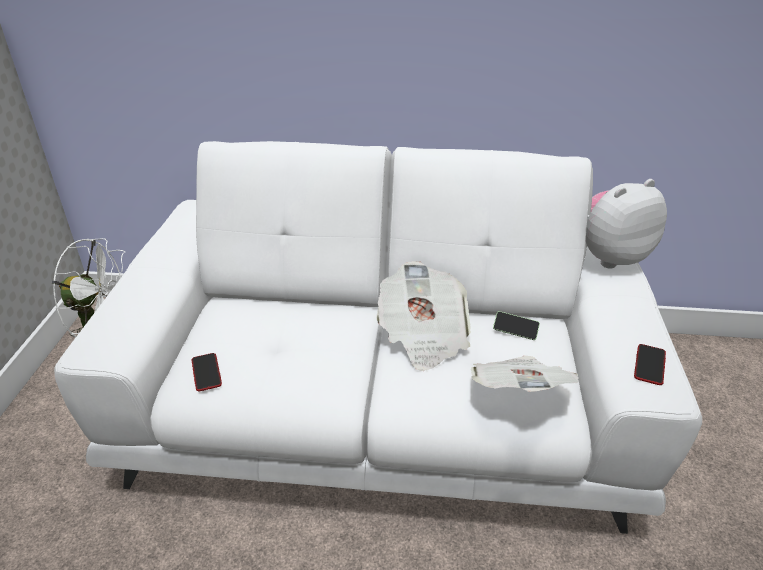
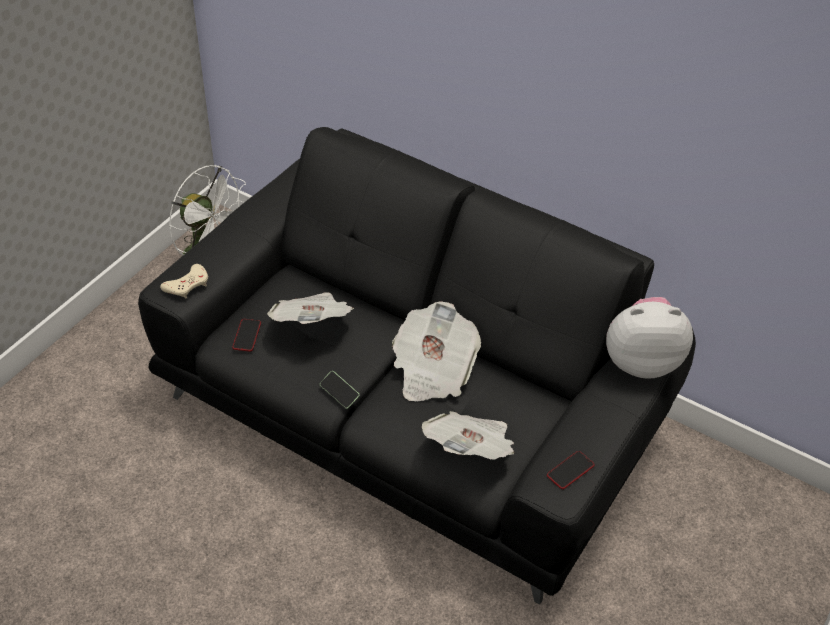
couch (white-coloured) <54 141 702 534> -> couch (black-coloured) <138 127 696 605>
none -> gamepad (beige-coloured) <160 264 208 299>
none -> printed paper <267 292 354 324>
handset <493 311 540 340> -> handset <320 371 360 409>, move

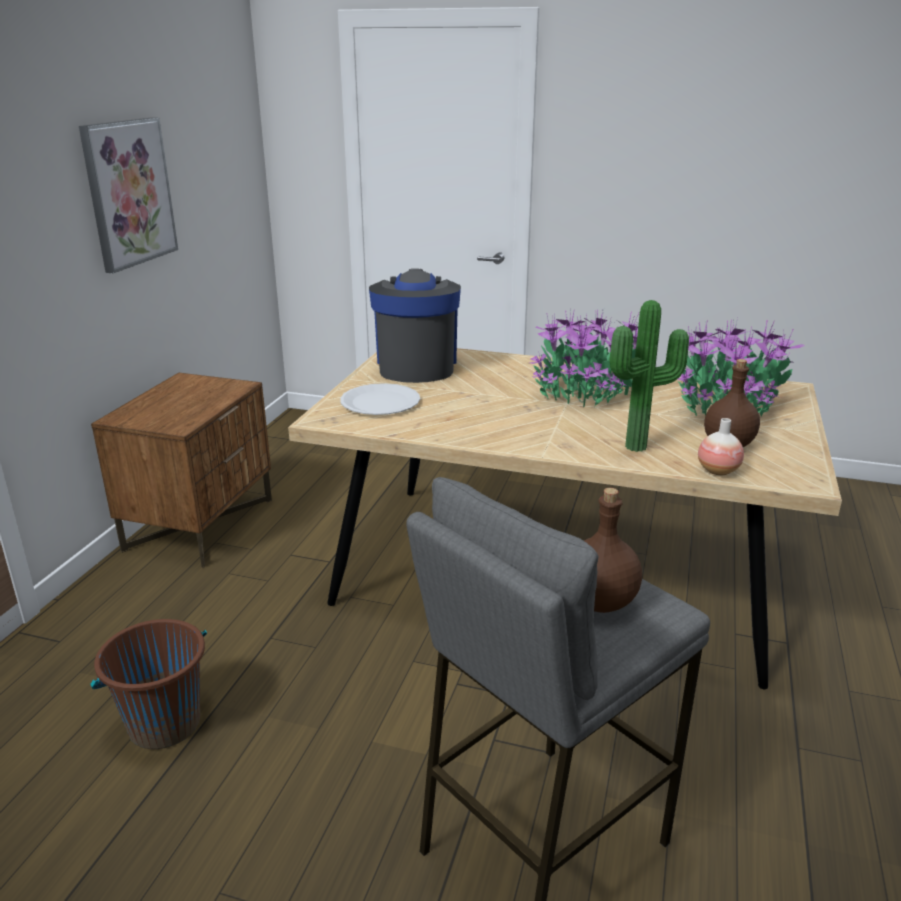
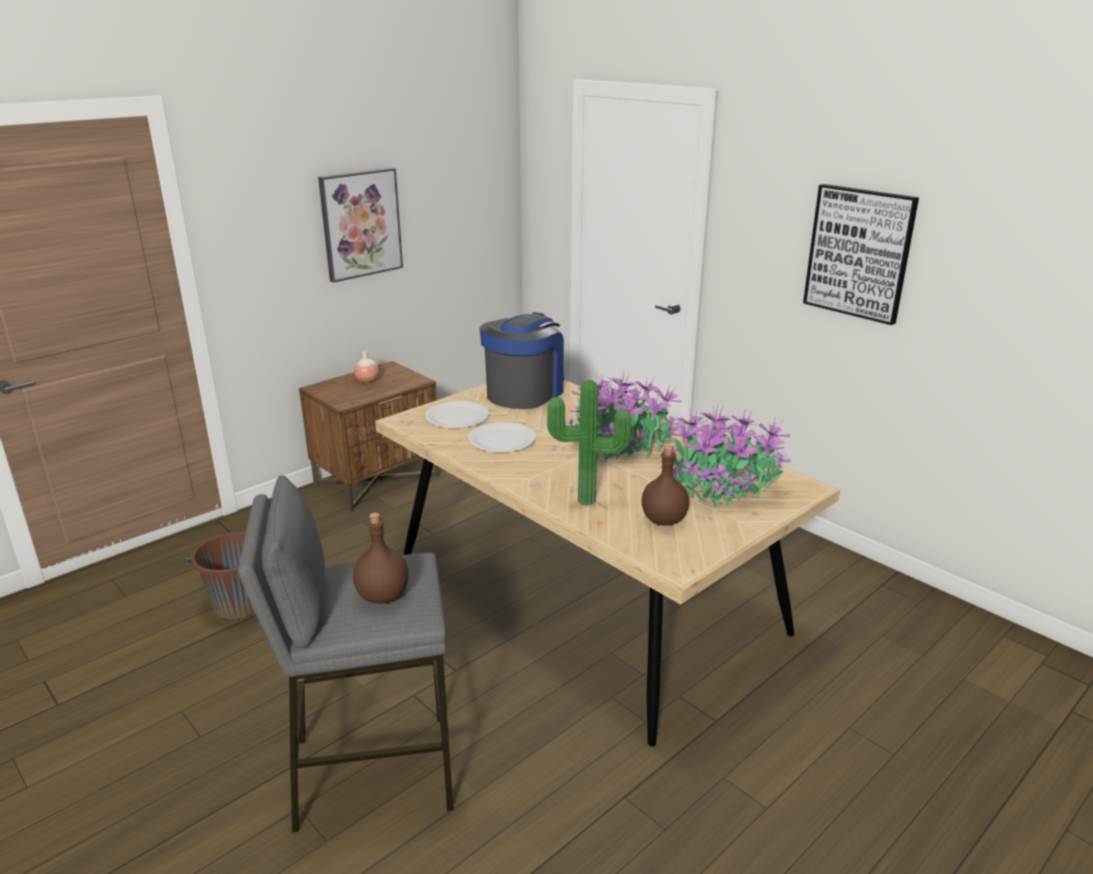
flower vase <698 418 744 475> -> flower vase <354 351 379 383>, move
none -> plate (white-coloured) <468 422 536 452>
none -> picture <803 184 919 325>

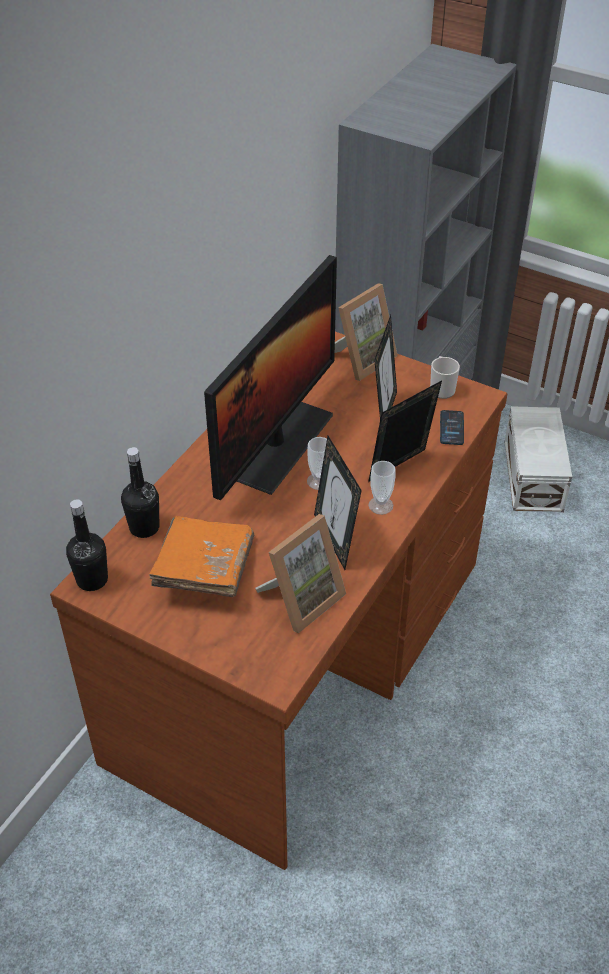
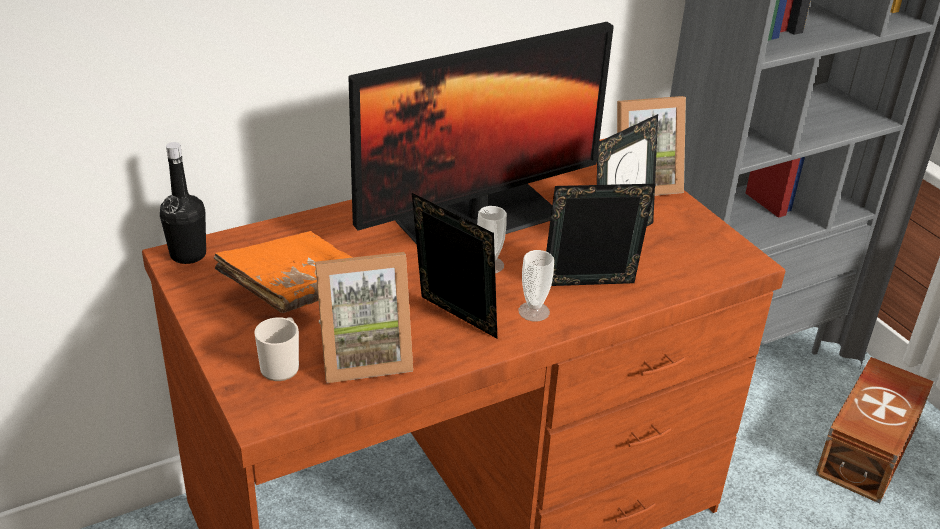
mug <430 356 460 399> -> mug <254 317 299 381>, move
photo frame <314 436 362 570> -> photo frame <412 193 497 338>, 120 degrees clockwise
storage box (white-coloured) <505 406 572 512> -> storage box (brown) <815 357 934 504>
bottle (black-coloured) <121 447 159 538> -> none
handset <440 410 464 445> -> none

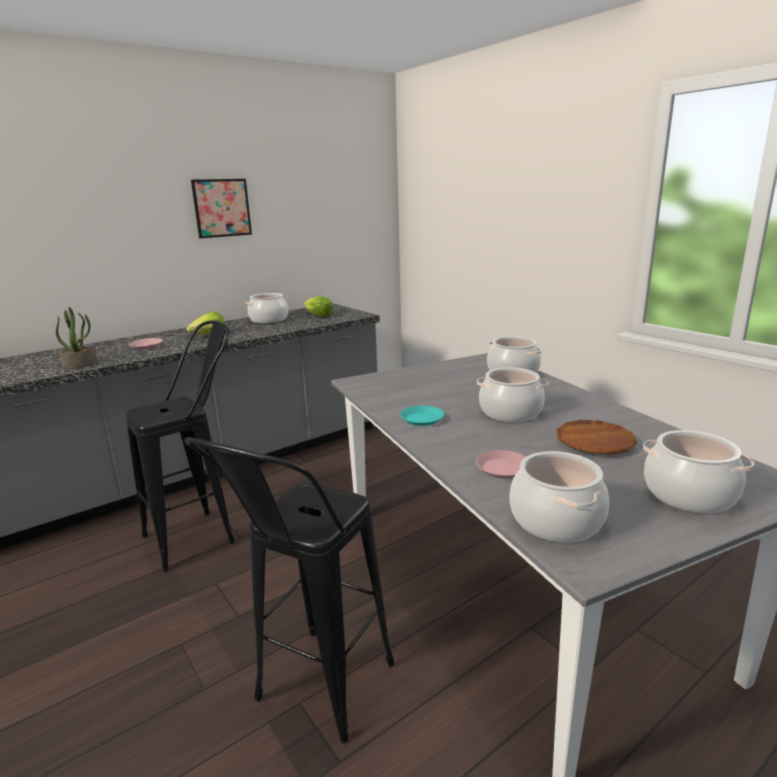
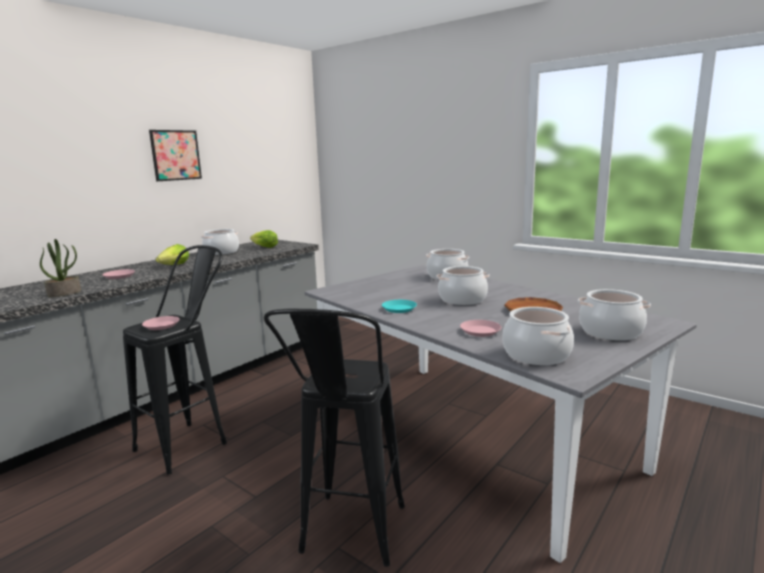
none -> plate (pinkish) <142 316 179 330>

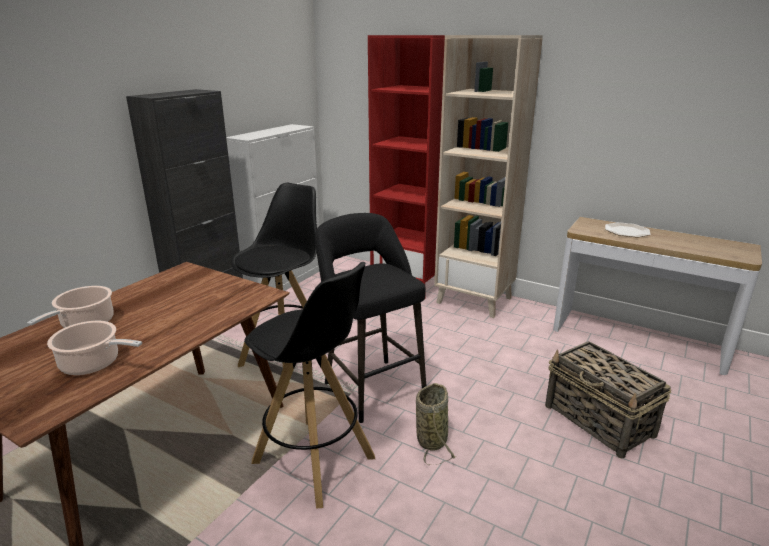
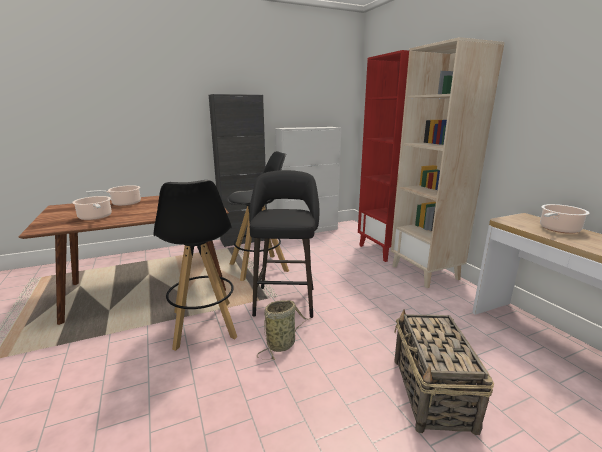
plate <605 222 651 237> -> cooking pot <540 204 590 234>

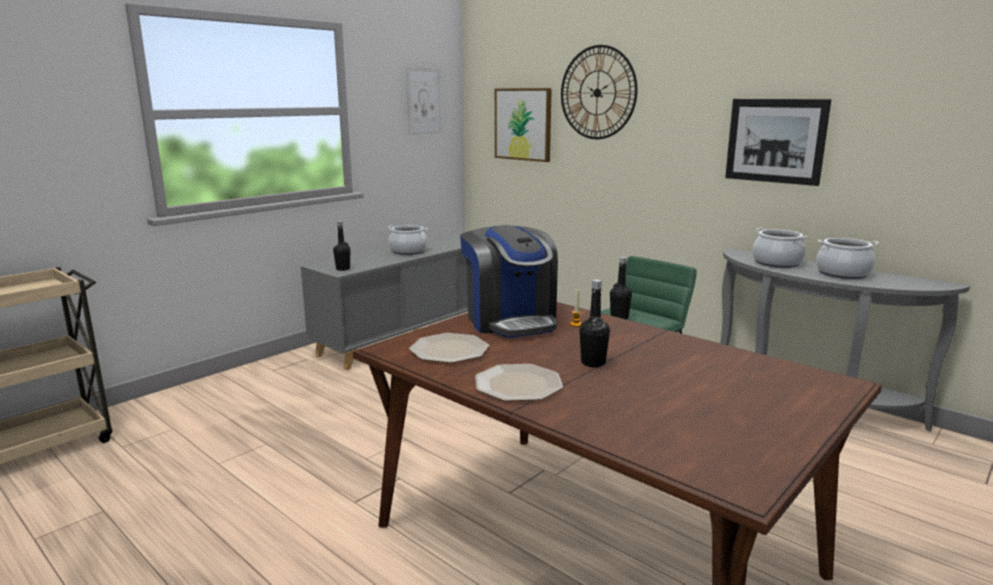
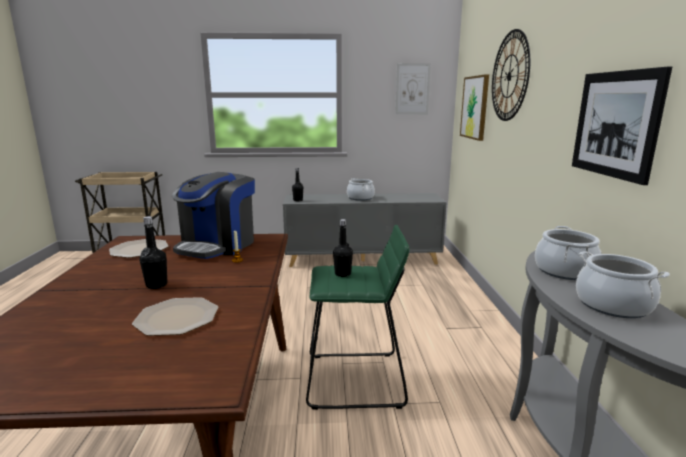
plate <475 364 563 401> -> plate <132 297 218 336>, move

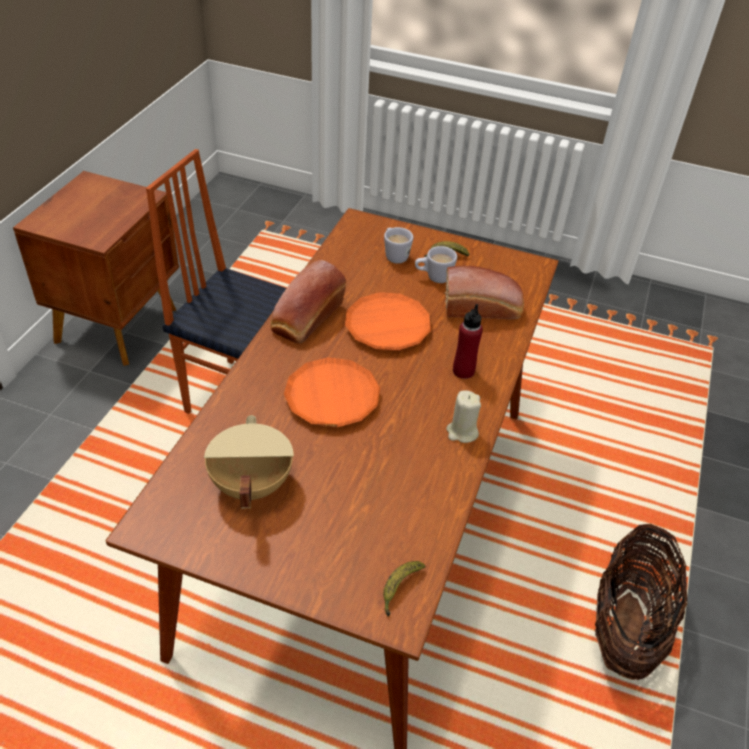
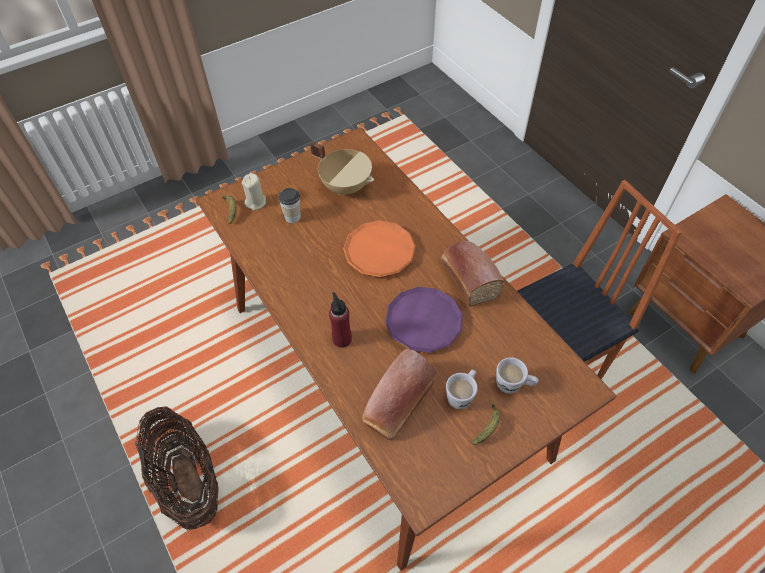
wax light (beige-coloured) <446 390 481 443> -> wax light (beige-coloured) <242 173 266 210>, move
none -> drinking cup <278 188 301 223>
plate (orangey) <345 292 431 351> -> plate (purplish) <385 287 463 353>

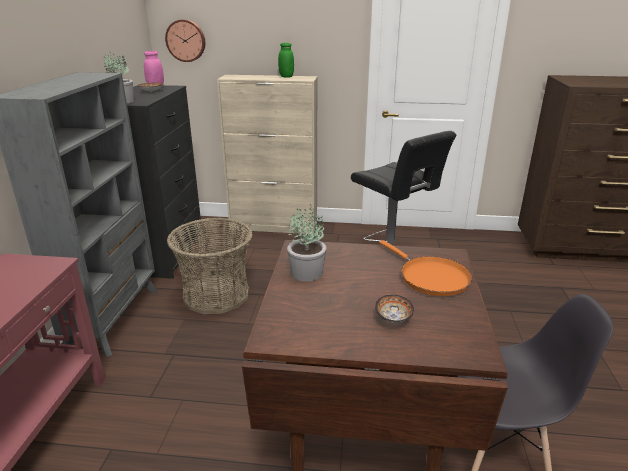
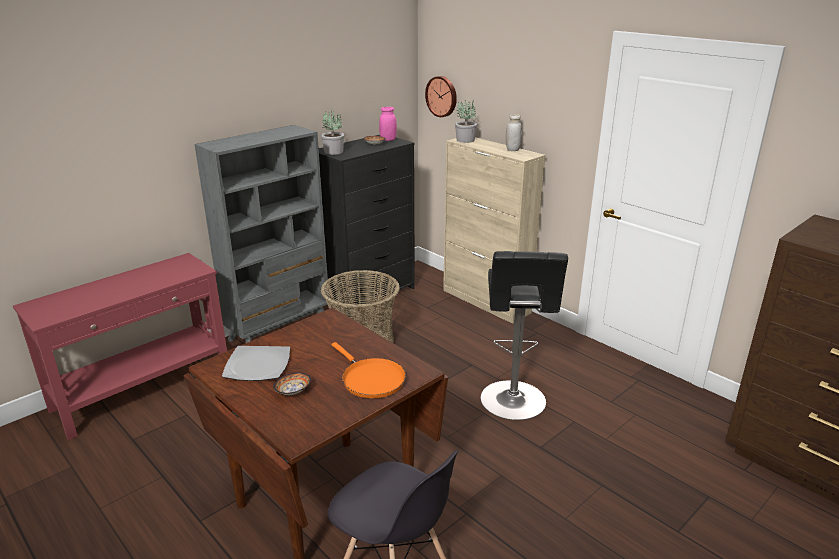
none -> plate <222 346 290 381>
frying pan (orangey) <380 240 472 296> -> frying pan (orangey) <331 342 406 398>, 45 degrees counterclockwise
houseplant <287 204 327 282> -> houseplant <455 100 477 143>, move
storage jar (greenish) <278 43 294 78> -> storage jar (white-coloured) <506 114 522 151>

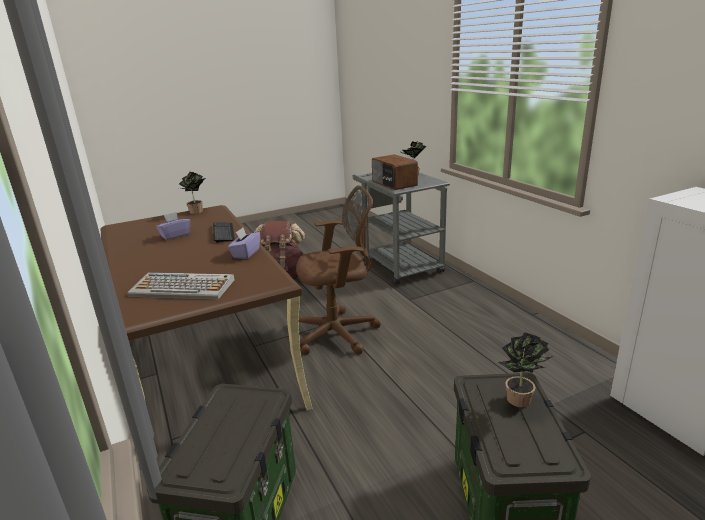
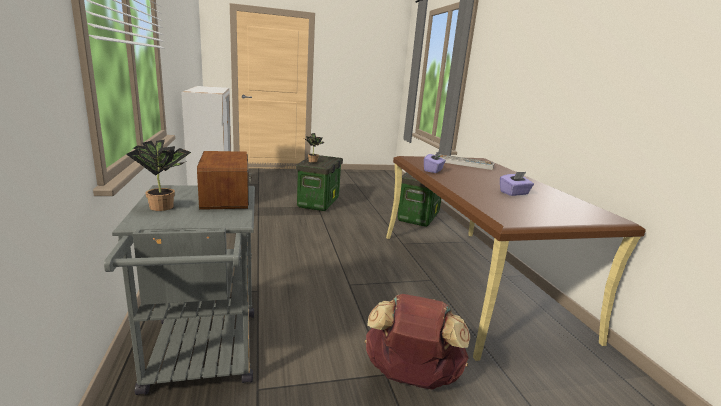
houseplant <179 172 206 214> -> none
PC keyboard <213 223 235 243> -> none
office chair (brown) <296 185 381 355> -> none

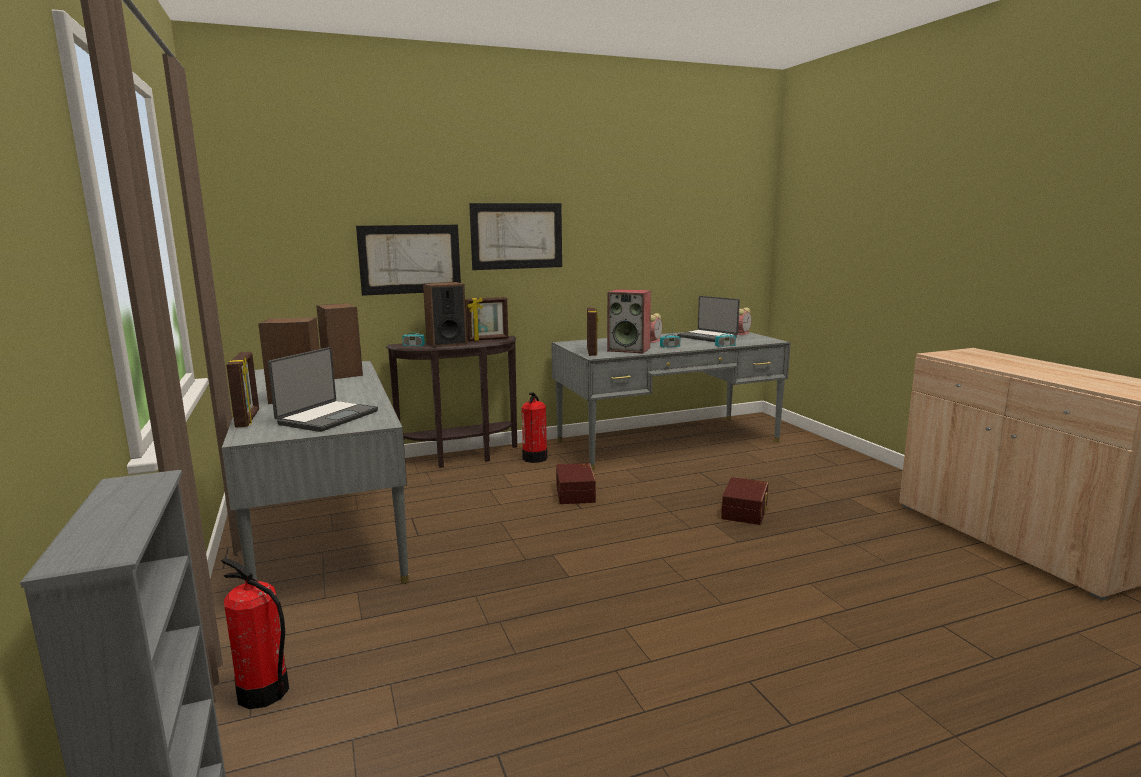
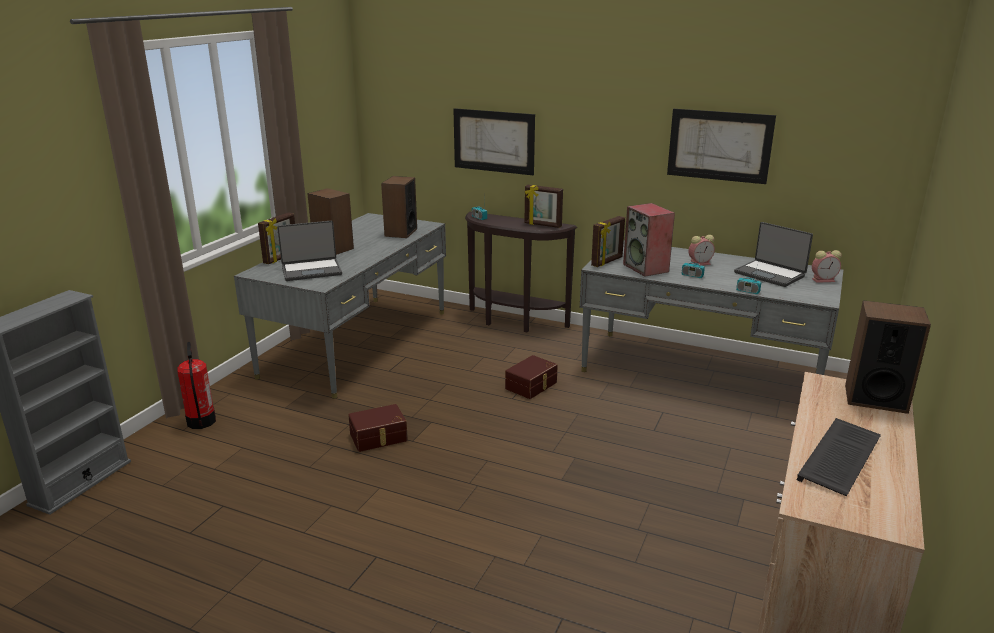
storage box (brown) <721 477 768 525> -> storage box (brown) <348 404 408 452>, move
picture <469 203 562 270> -> picture <667 109 776 184>, move
portable computer <677 296 740 342> -> portable computer <734 222 813 287>, 45 degrees counterclockwise
none -> PC keyboard <797 418 881 496>
audio speaker <423 282 467 347> -> audio speaker <845 301 931 414>, move
extinguisher <522 393 547 463> -> none

